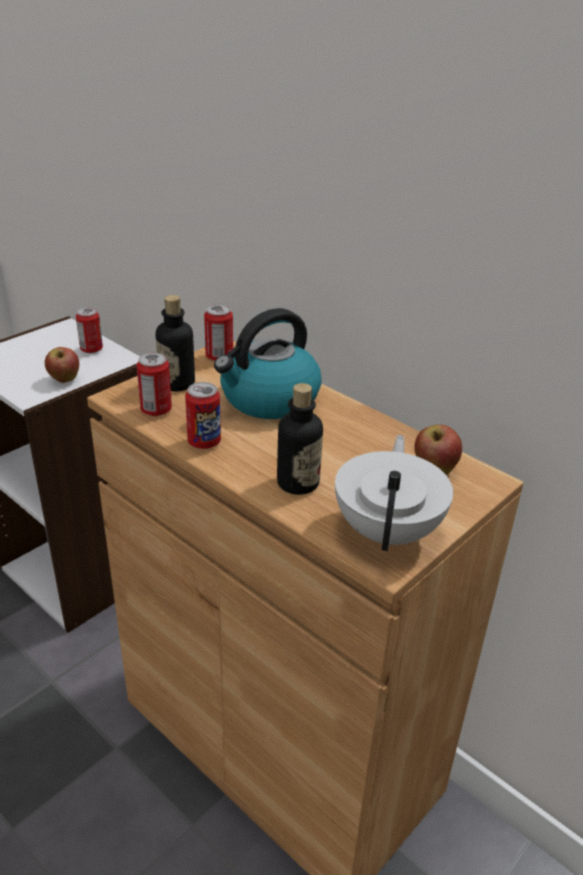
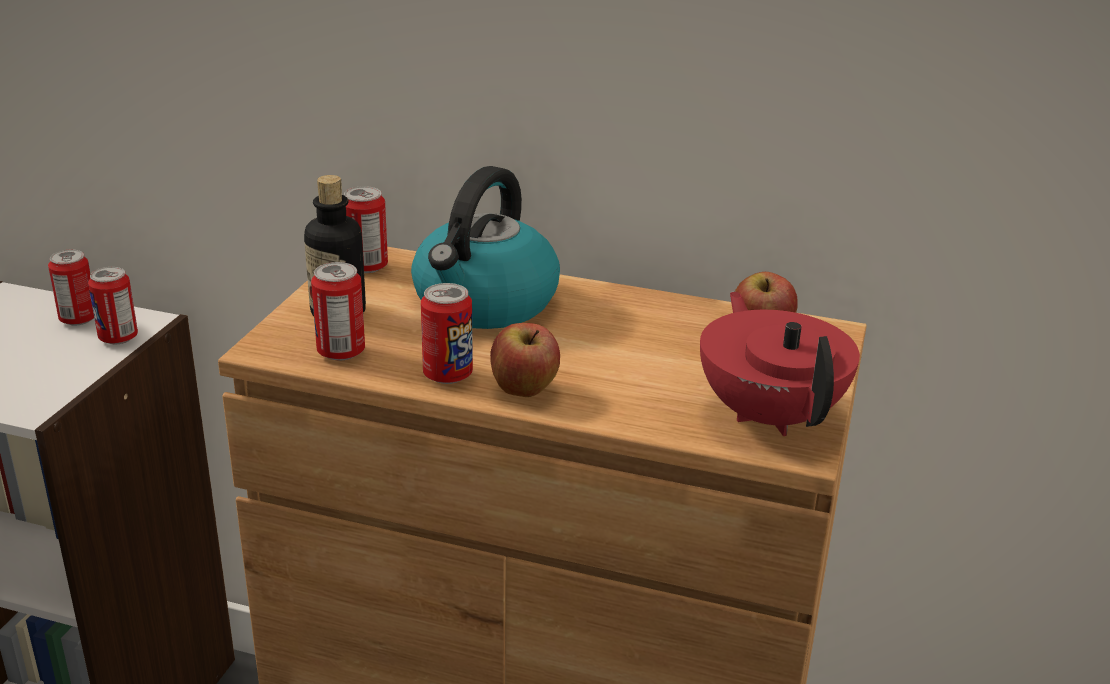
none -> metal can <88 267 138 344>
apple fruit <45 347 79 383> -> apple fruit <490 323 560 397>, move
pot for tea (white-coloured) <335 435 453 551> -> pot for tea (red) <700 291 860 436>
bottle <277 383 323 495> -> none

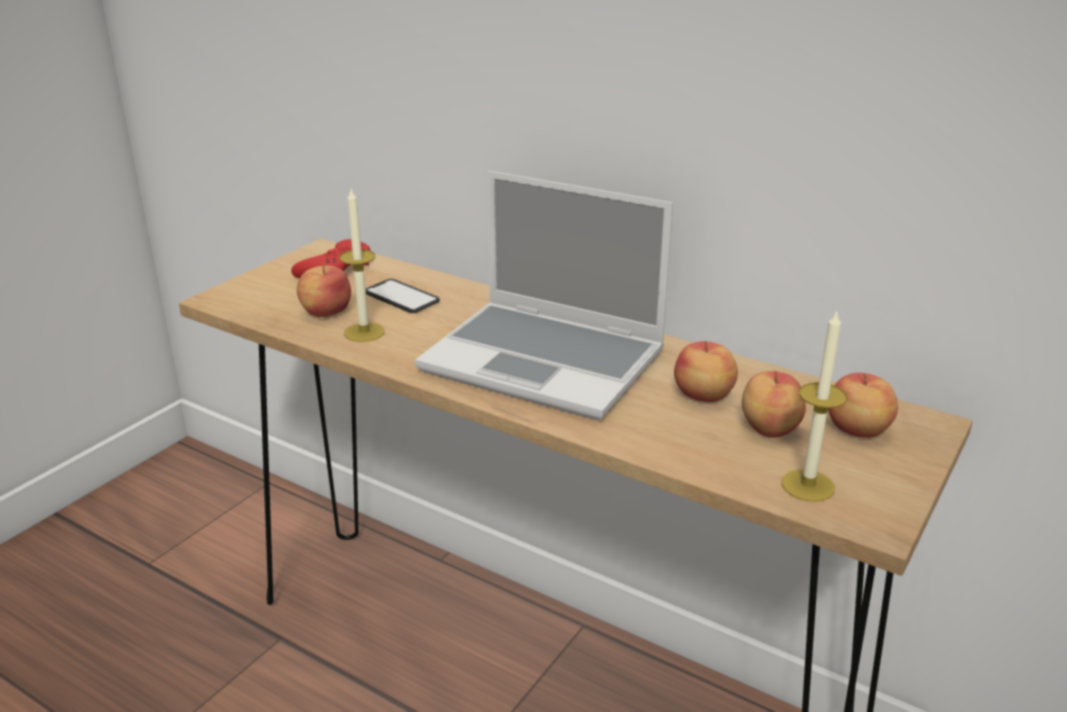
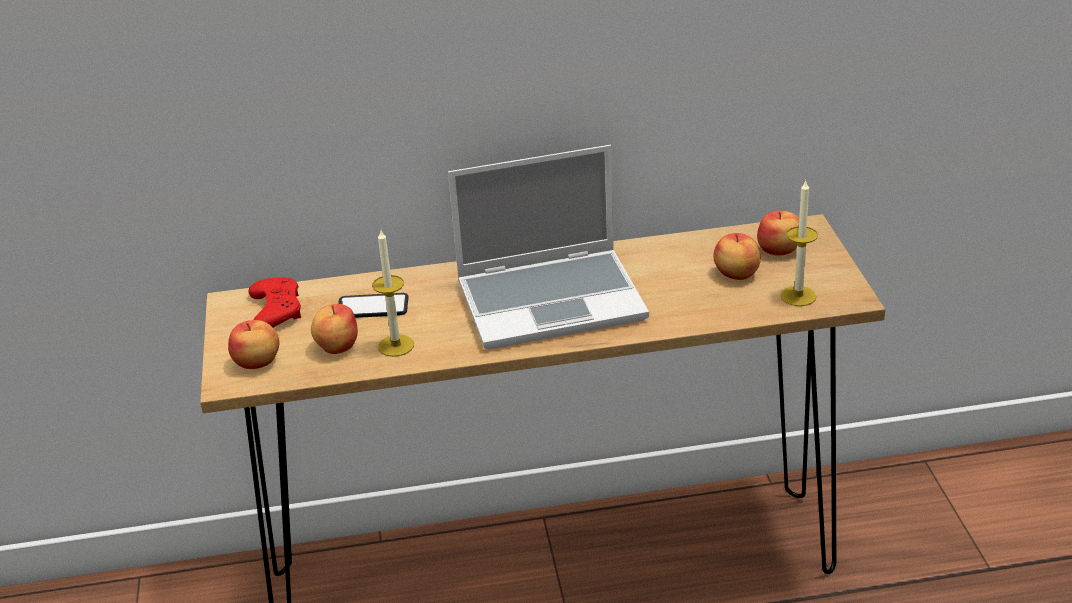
apple fruit <674 341 738 402> -> apple fruit <228 320 280 369>, move

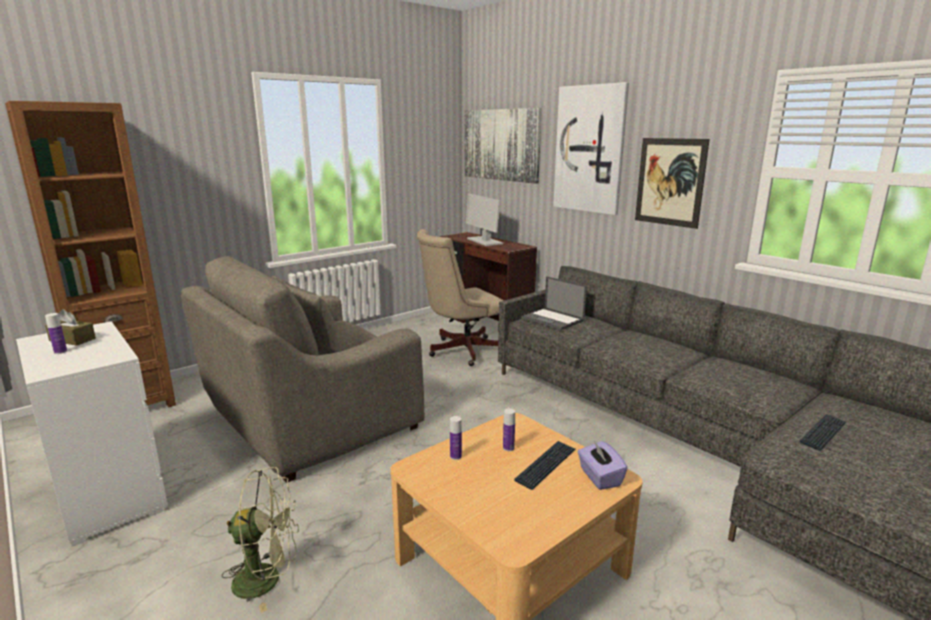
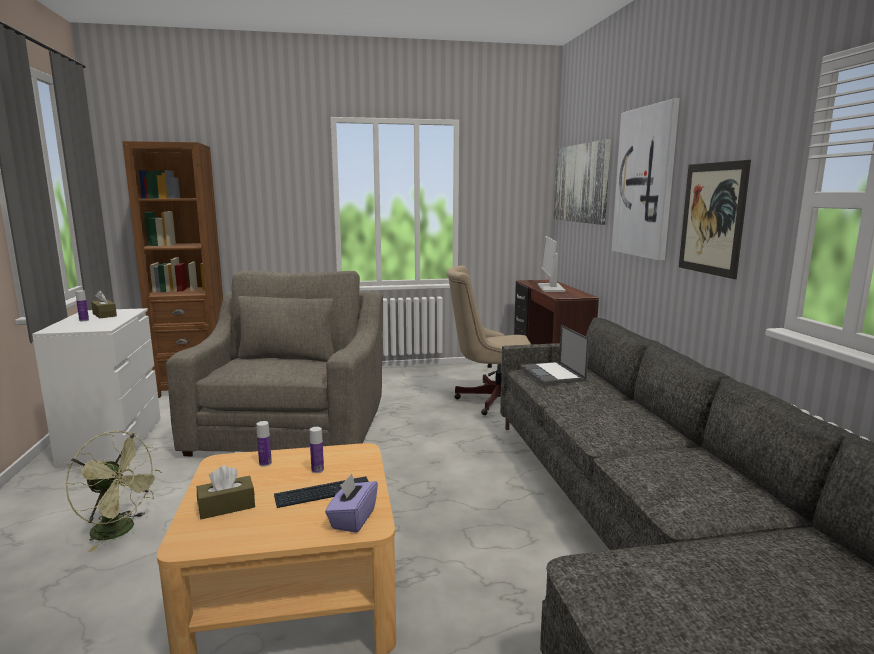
armchair (gray) <181 256 424 483> -> armchair (gray) <166 270 383 456>, 105 degrees clockwise
none -> tissue box (brown) <197 465 255 519>
PC keyboard <800 414 846 451> -> none

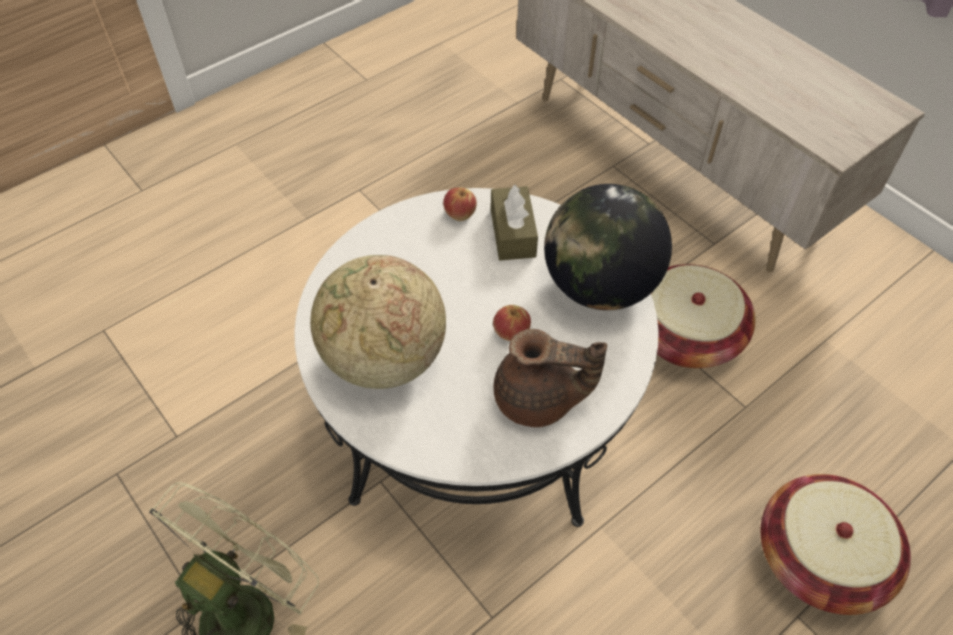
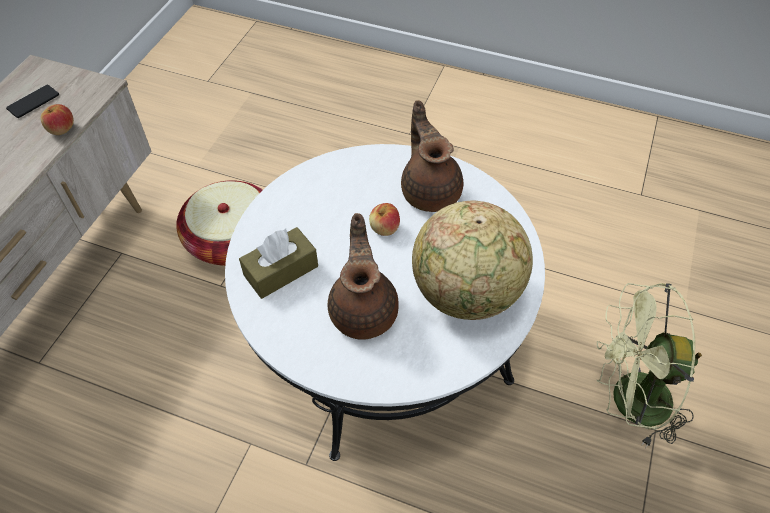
none -> handset <6 85 59 118>
apple fruit <443 187 477 221> -> apple fruit <41 104 74 135>, move
none -> pot for tea (brown) <328 213 398 340>
desk globe <544 184 672 310> -> none
basket <761 474 911 615> -> none

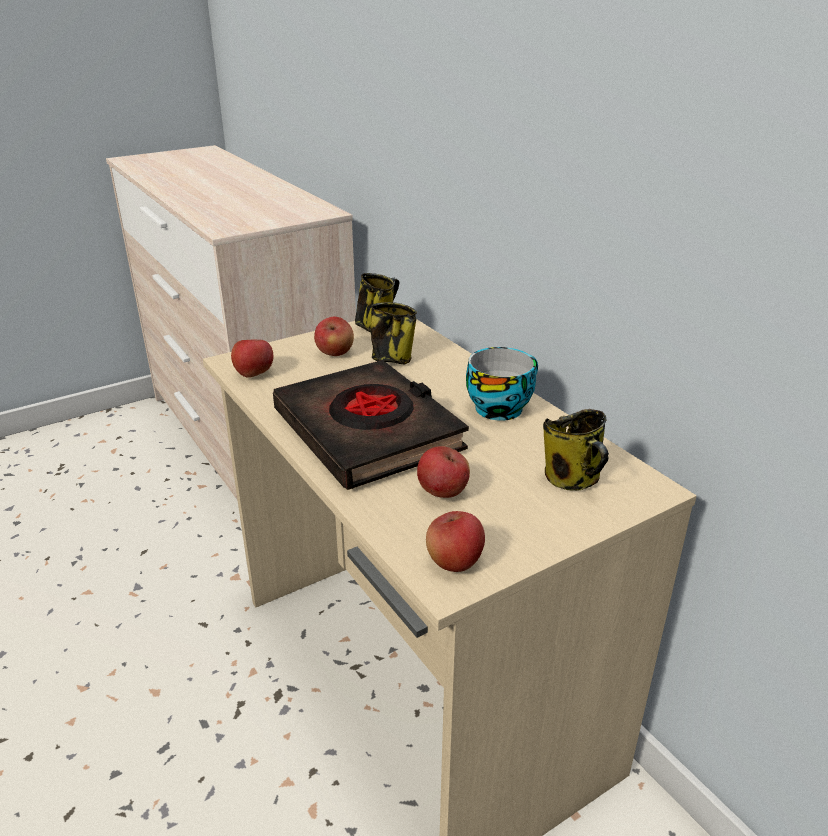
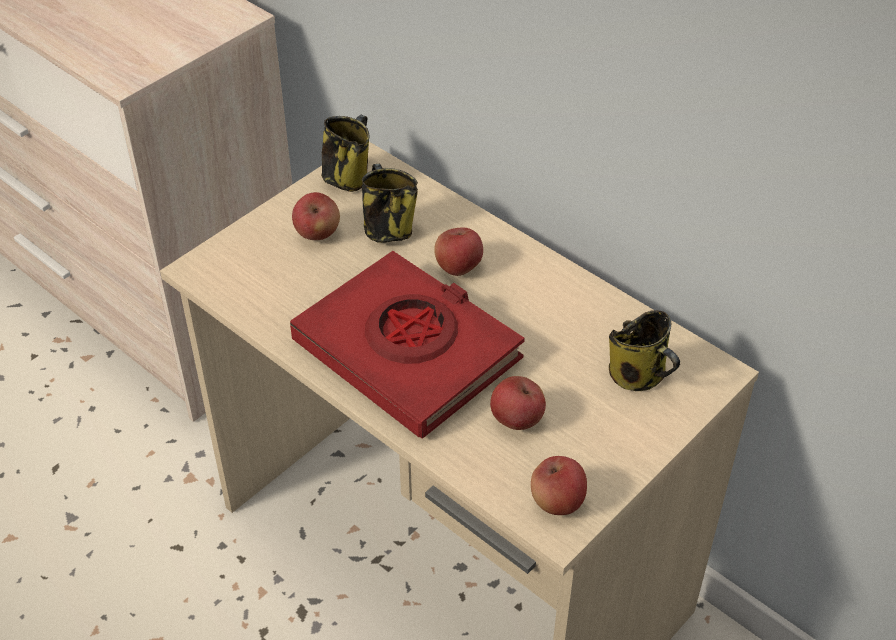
book (black-coloured) <273 360 469 490> -> book (red) <290 251 525 438>
apple fruit <231 340 273 378> -> apple fruit <434 228 483 276>, move
drinking cup <466 347 538 421> -> none

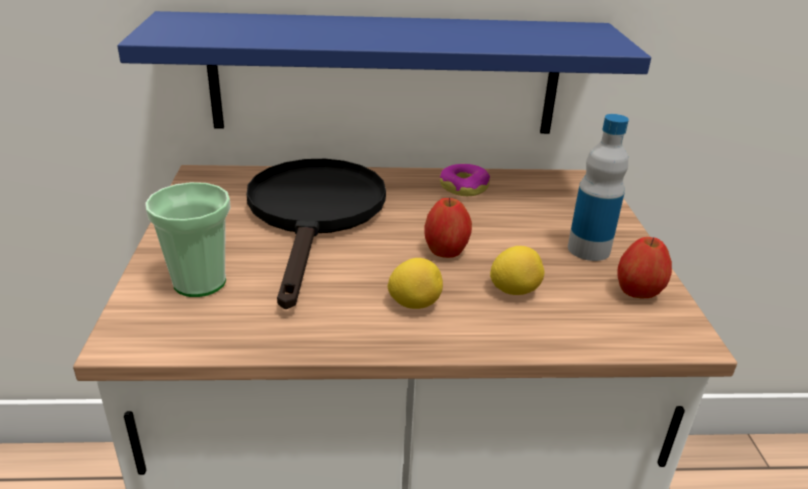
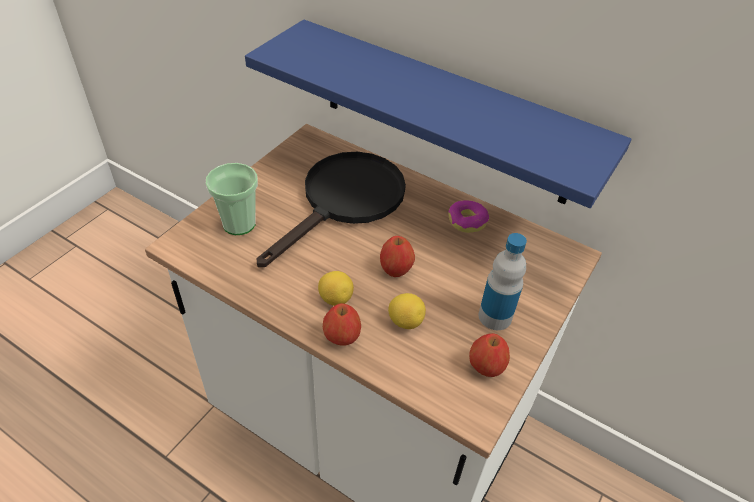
none -> apple fruit <323 303 361 346>

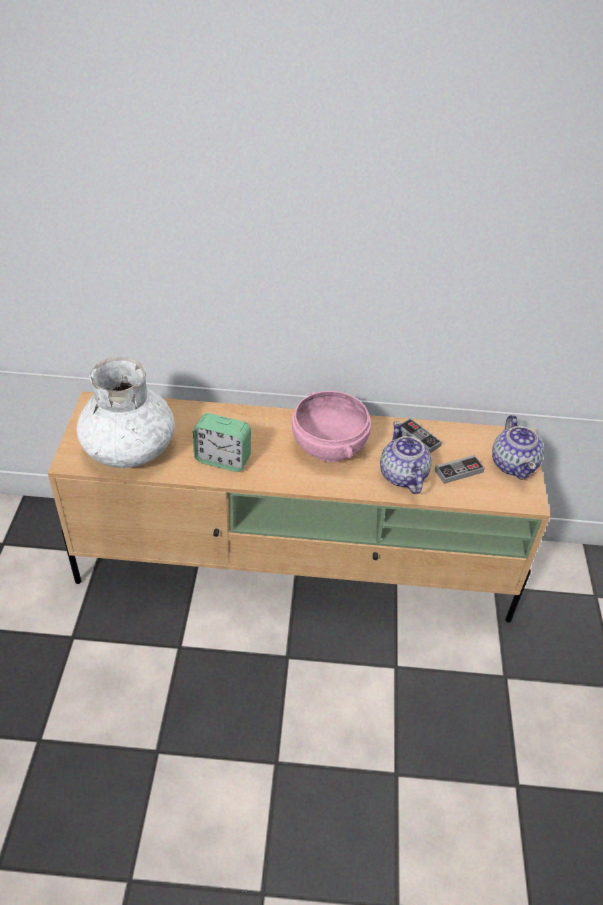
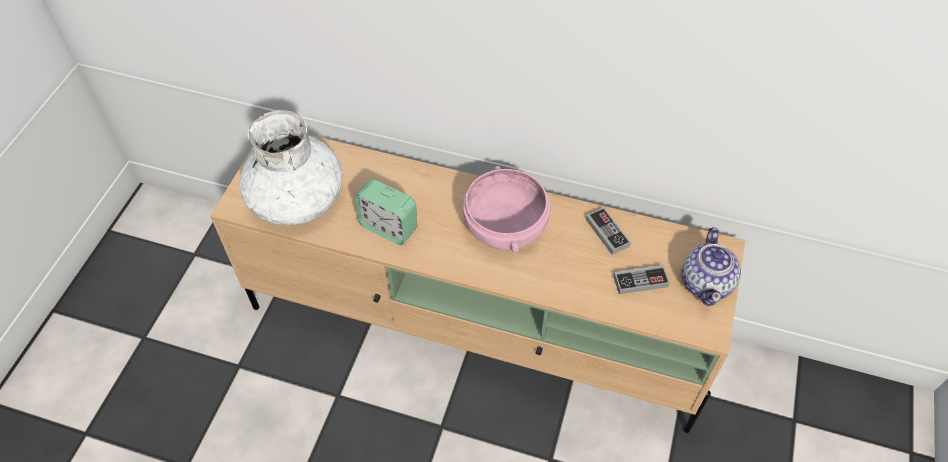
pot for tea <380 421 432 494> -> none

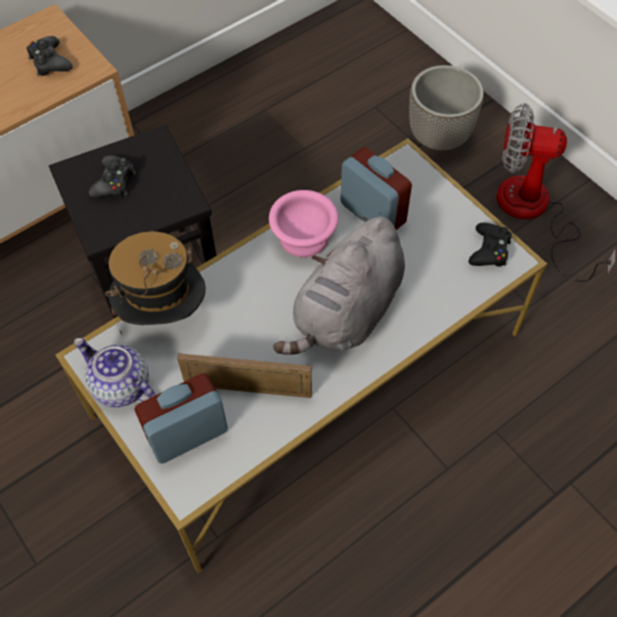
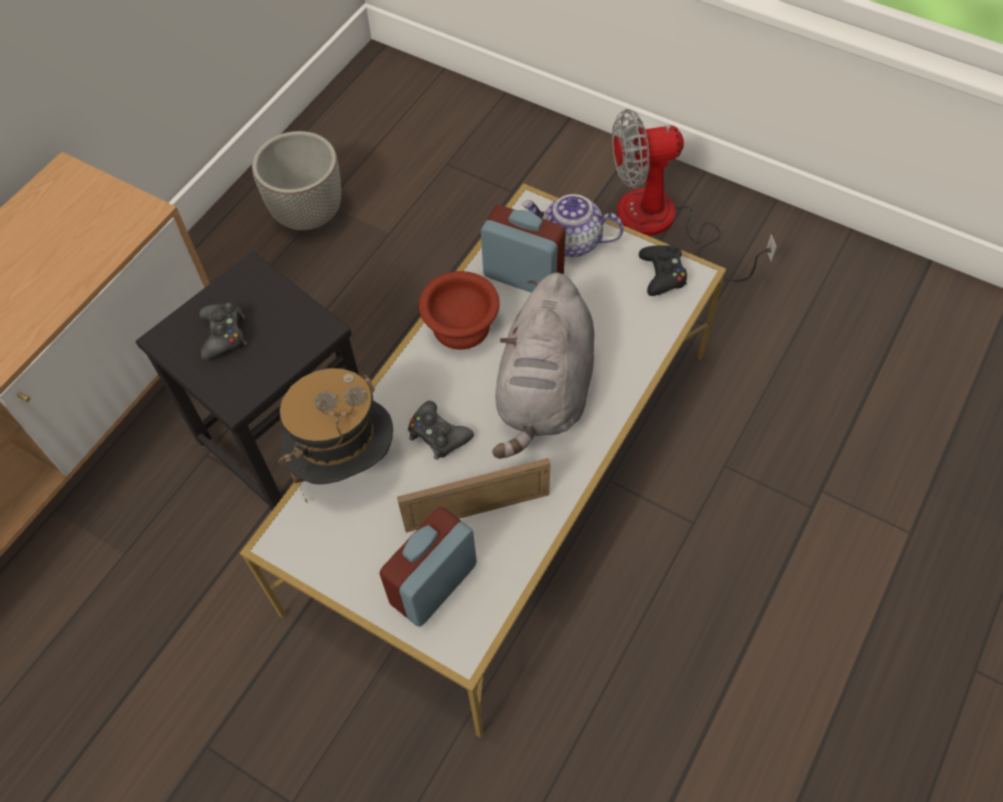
flower pot <409 65 484 150> -> flower pot <252 131 341 230>, move
gamepad (black-coloured) <27 36 73 76> -> gamepad (black-coloured) <408 401 474 460>, move
serving bowl (pinkish) <269 190 338 257> -> serving bowl (brown) <419 271 500 350>
pot for tea <74 338 156 407> -> pot for tea <522 194 624 257>, move

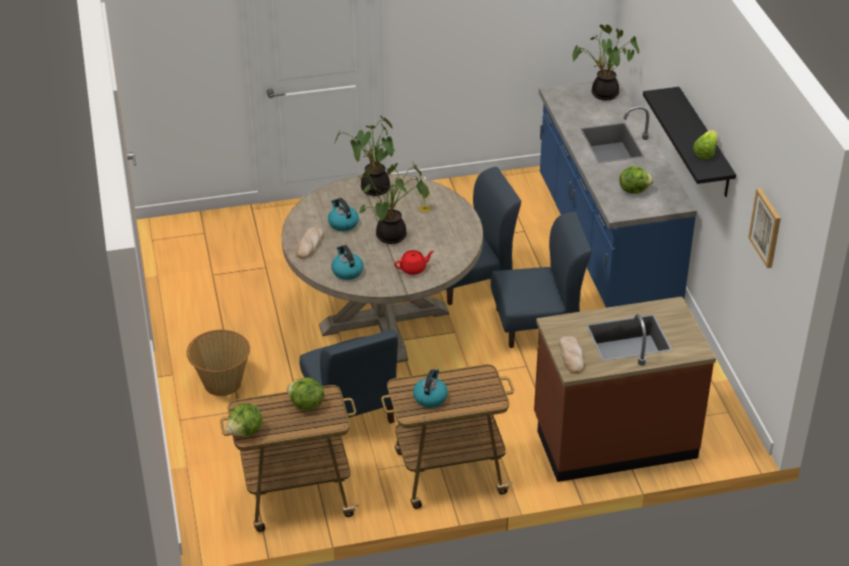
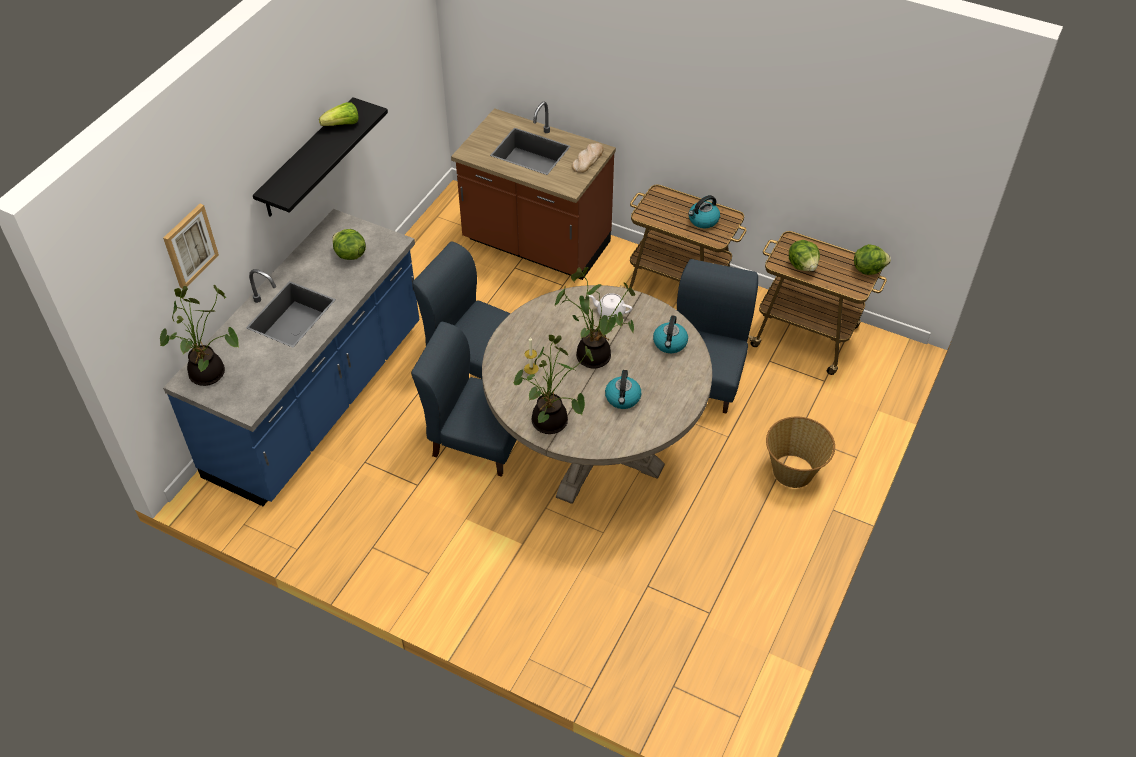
picture <748 188 781 268> -> picture <163 204 219 289>, move
pot for tea (red) <394 250 434 275> -> pot for tea (white-coloured) <588 293 632 319>
bread <296 227 324 259> -> none

